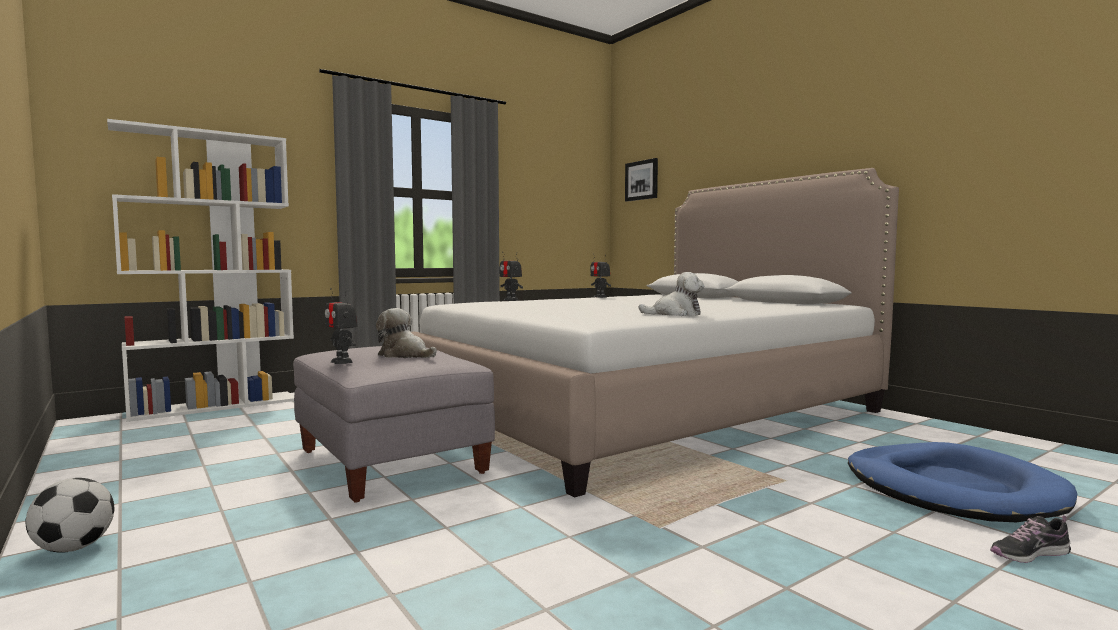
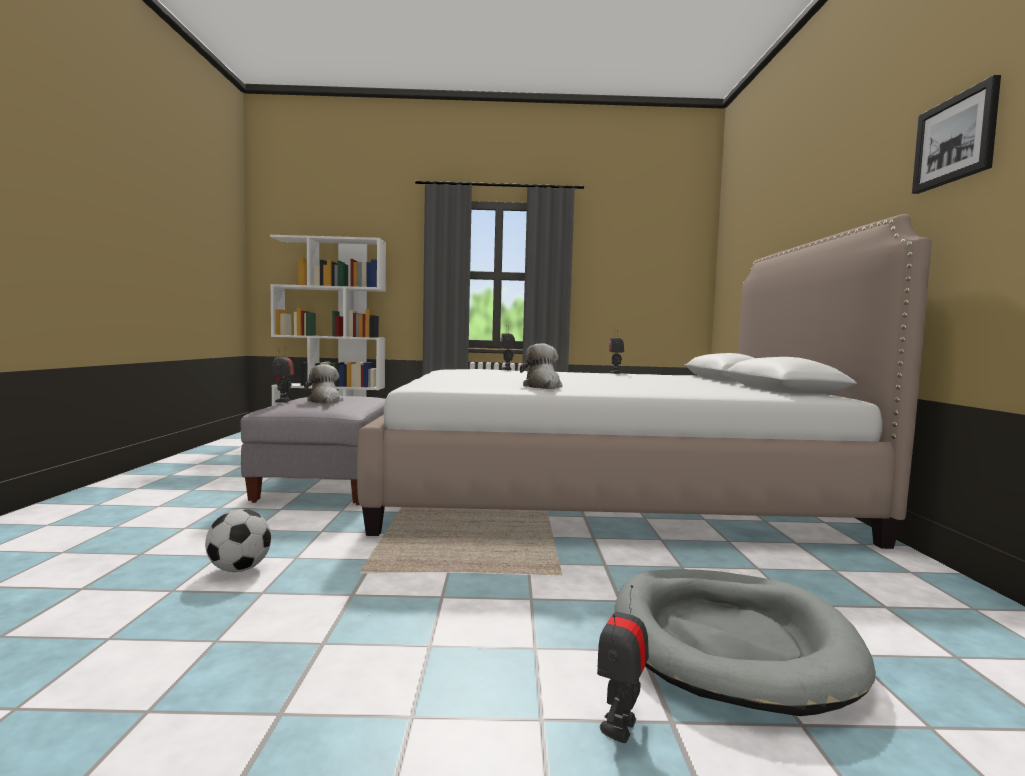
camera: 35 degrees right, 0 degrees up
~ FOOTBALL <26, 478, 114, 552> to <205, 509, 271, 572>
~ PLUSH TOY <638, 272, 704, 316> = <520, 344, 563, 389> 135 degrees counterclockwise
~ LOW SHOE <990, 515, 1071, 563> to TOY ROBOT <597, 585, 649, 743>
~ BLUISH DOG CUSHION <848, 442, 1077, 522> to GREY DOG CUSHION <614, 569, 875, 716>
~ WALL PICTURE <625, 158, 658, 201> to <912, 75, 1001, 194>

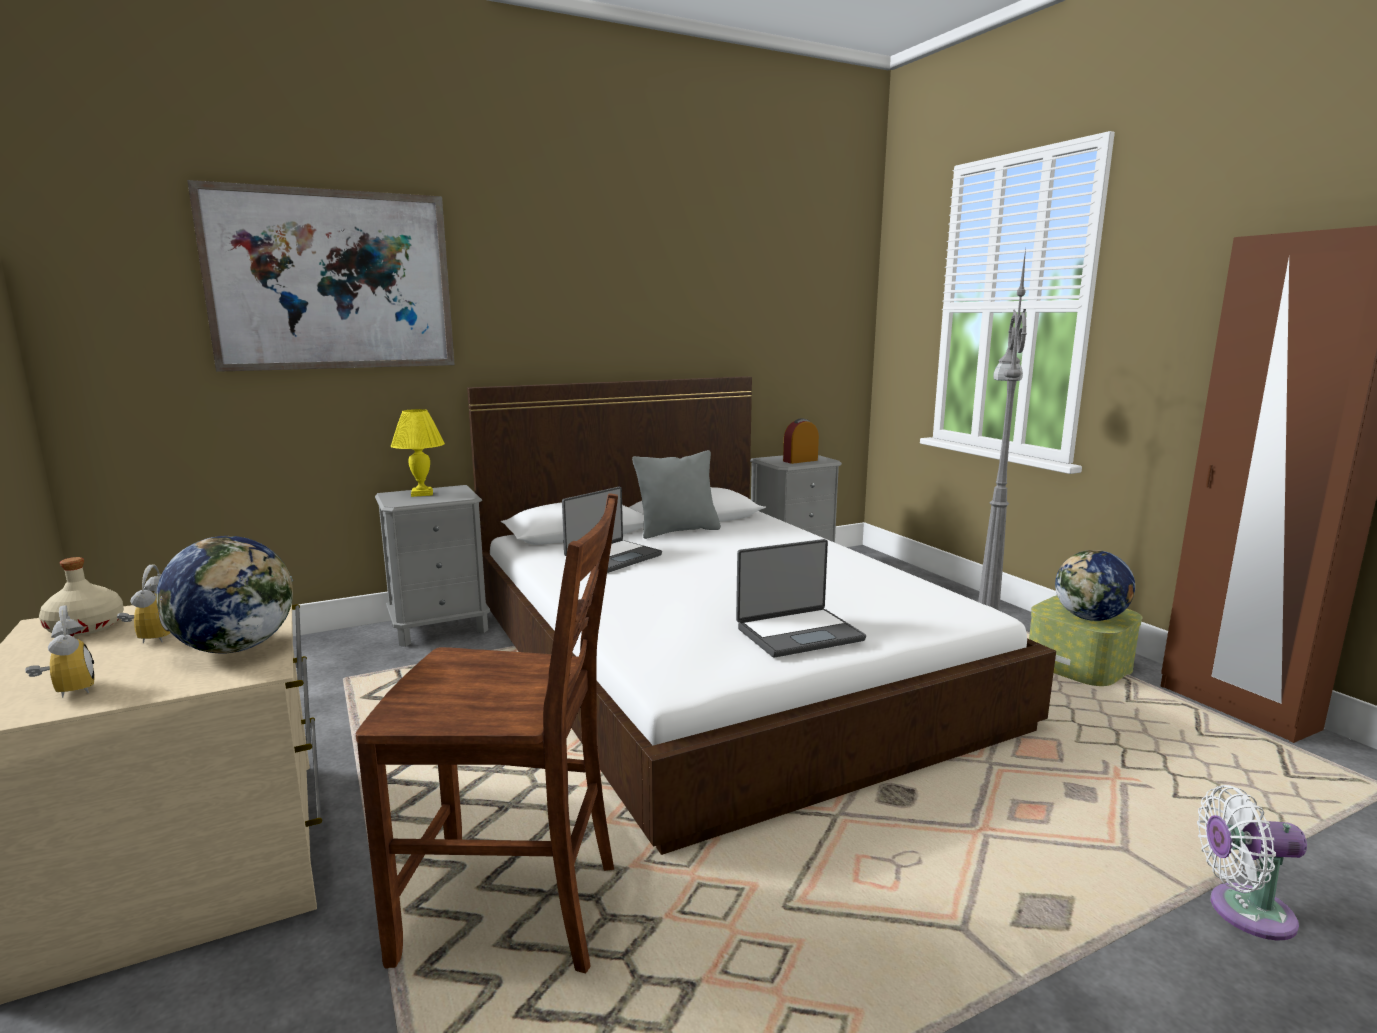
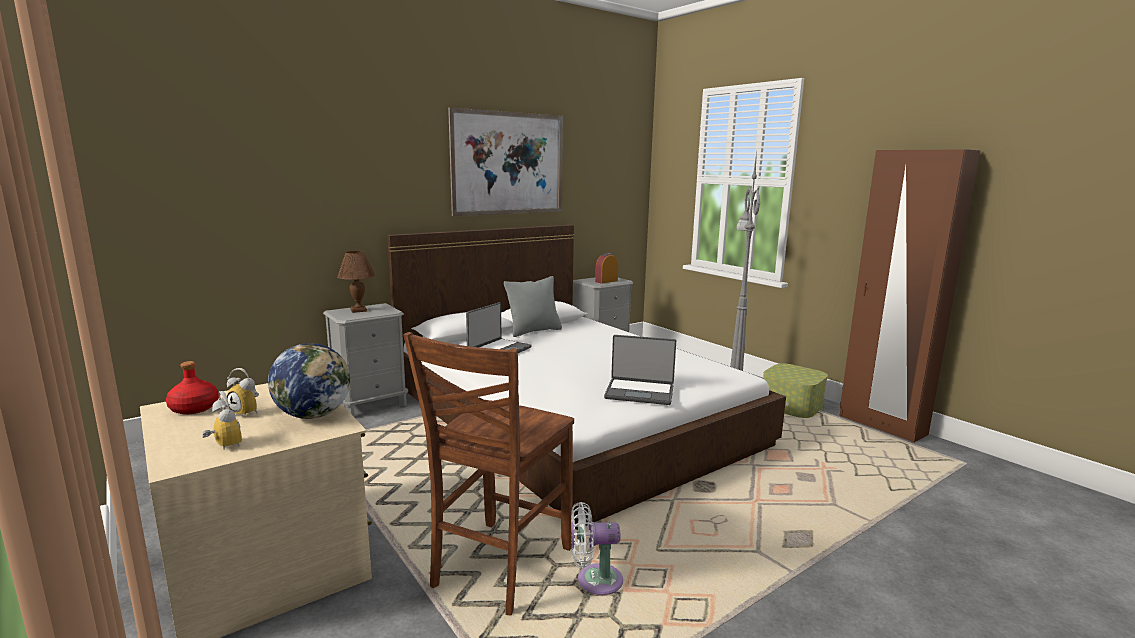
camera: 10 degrees left, 0 degrees up
~ BEIGE BEVERAGE BOTTLE <39, 557, 124, 636> to REDDISH BEVERAGE BOTTLE <166, 361, 219, 414>
~ BEDSIDE CLOCK <117, 565, 171, 643> = <227, 368, 259, 417> 135 degrees clockwise
~ YELLOW-COLOURED LAMP FOR A TABLE <391, 409, 445, 497> to BROWN-COLOURED LAMP FOR A TABLE <337, 251, 375, 313>
~ BROWN-COLOURED PLAIN CHAIR <356, 493, 618, 974> = <403, 332, 574, 616> 120 degrees clockwise
~ WALL PICTURE <187, 180, 455, 372> to <448, 108, 563, 216>
~ WHITISH COOLING FAN <1197, 785, 1307, 940> to <571, 502, 623, 595>
~ LAPTOP <736, 539, 866, 657> = <604, 335, 676, 405> 45 degrees clockwise
- WORLD GLOBE <1055, 550, 1135, 621>

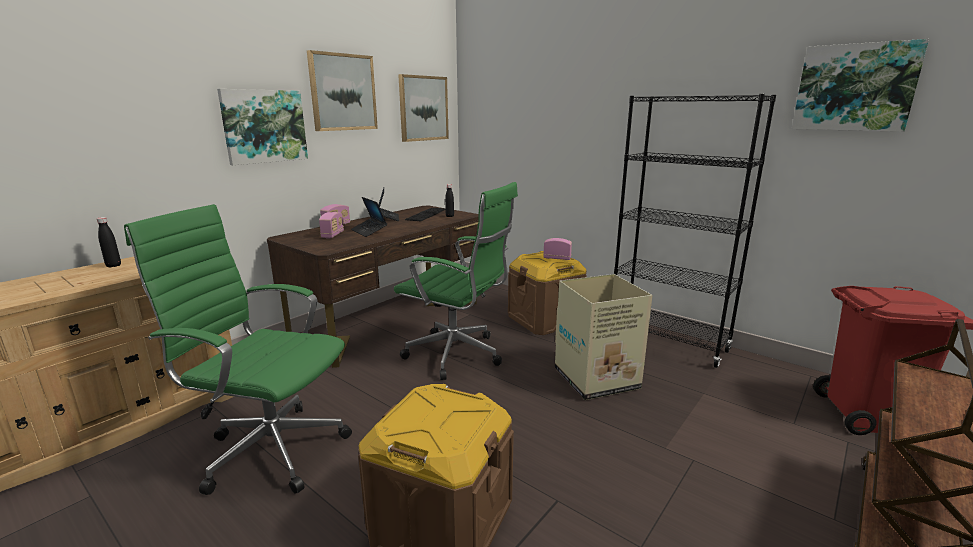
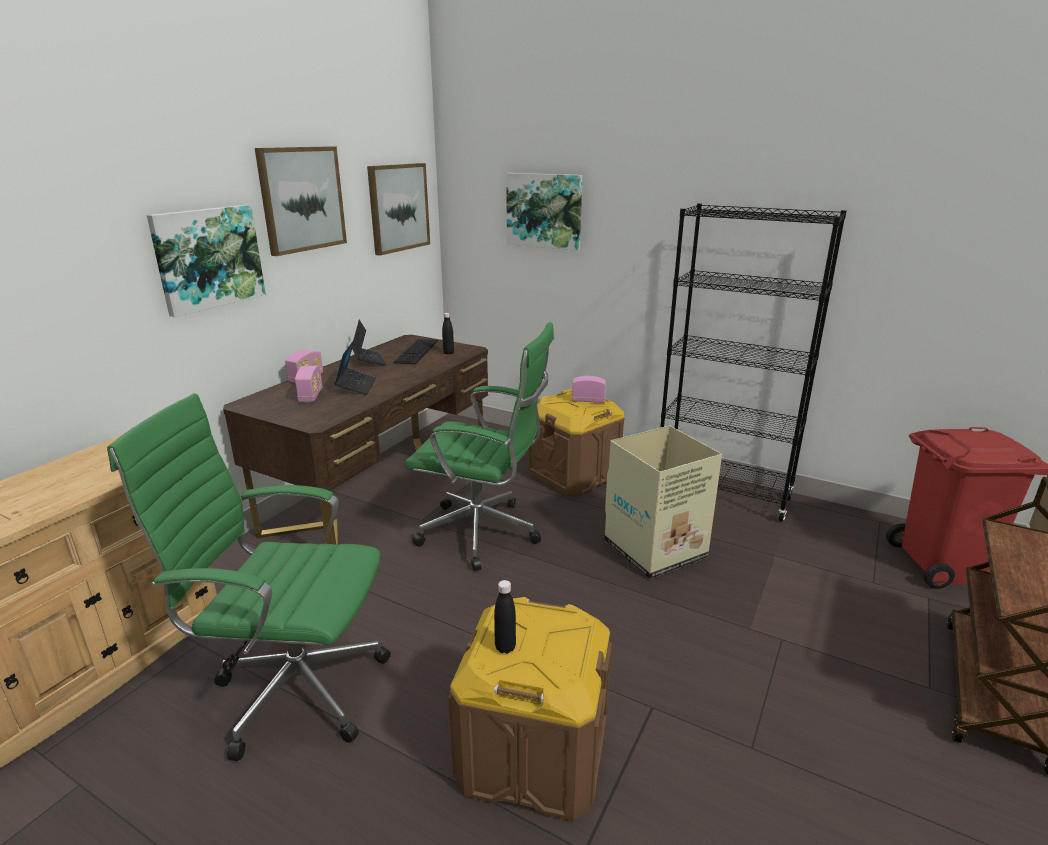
camera: 10 degrees left, 5 degrees up
~ LAPTOP <351, 197, 387, 237> = <334, 340, 376, 395> 135 degrees counterclockwise
~ BLACKISH BEVERAGE BOTTLE <97, 217, 121, 267> to <494, 580, 516, 654>
~ WALL PICTURE <792, 39, 929, 132> to <506, 173, 582, 250>

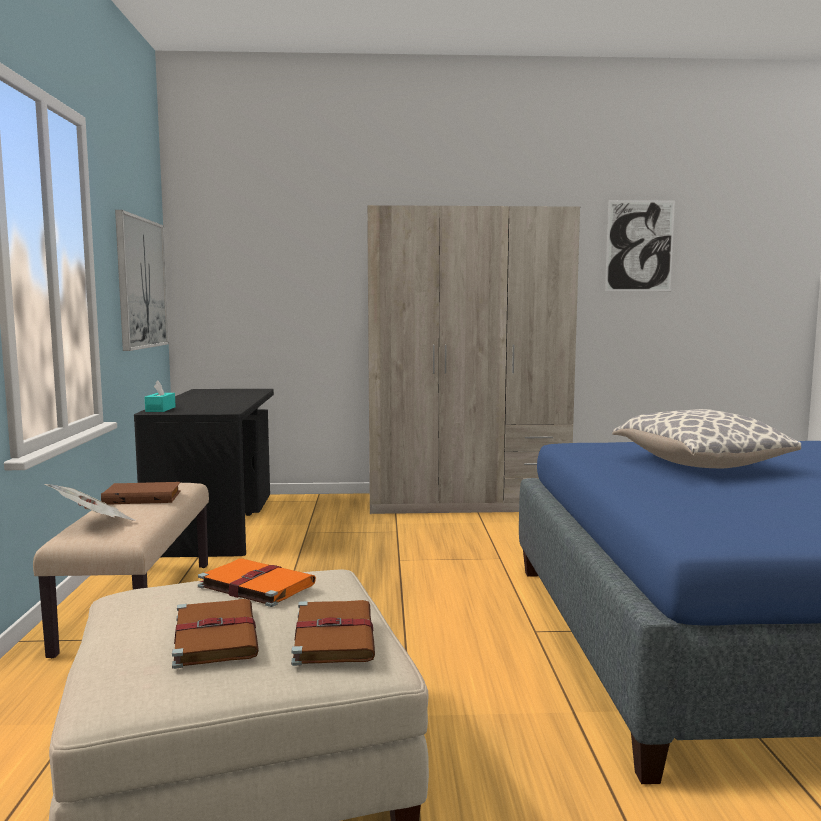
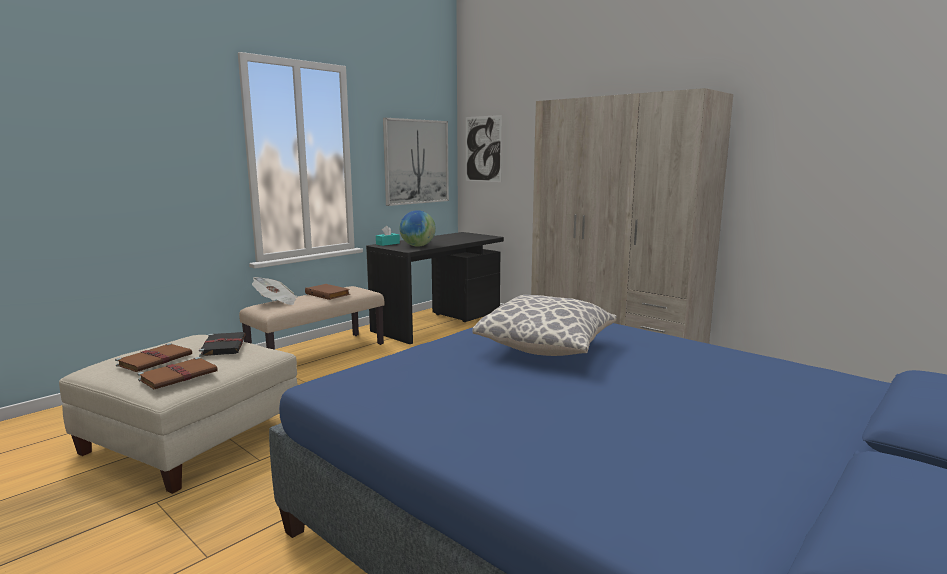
camera: 45 degrees right, 5 degrees up
~ ORANGE-COLOURED VOLUME <198, 559, 316, 607> to BLACKISH VOLUME <199, 332, 246, 357>
+ WORLD GLOBE <400, 210, 436, 247>
~ WALL PICTURE <605, 200, 675, 291> to <466, 115, 502, 182>

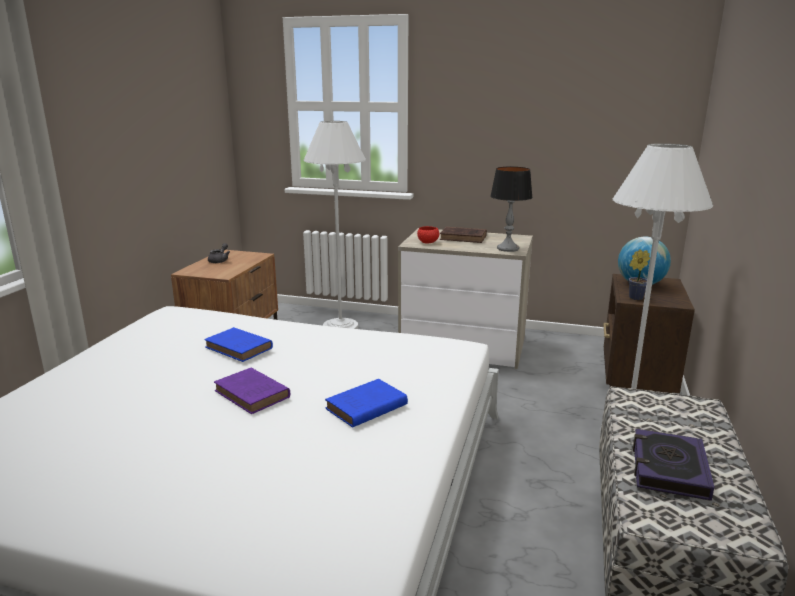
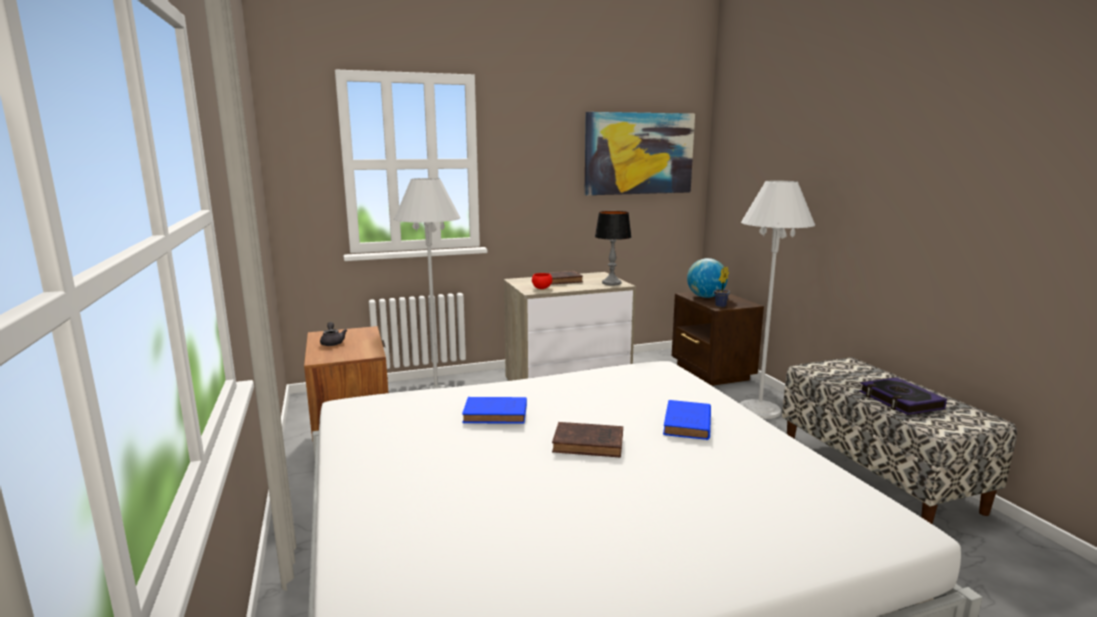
camera: 35 degrees left, 5 degrees down
~ PURPLISH VOLUME <214, 367, 290, 414> to BROWN-COLOURED VOLUME <552, 422, 623, 458>
+ WALL PICTURE <584, 112, 695, 195>

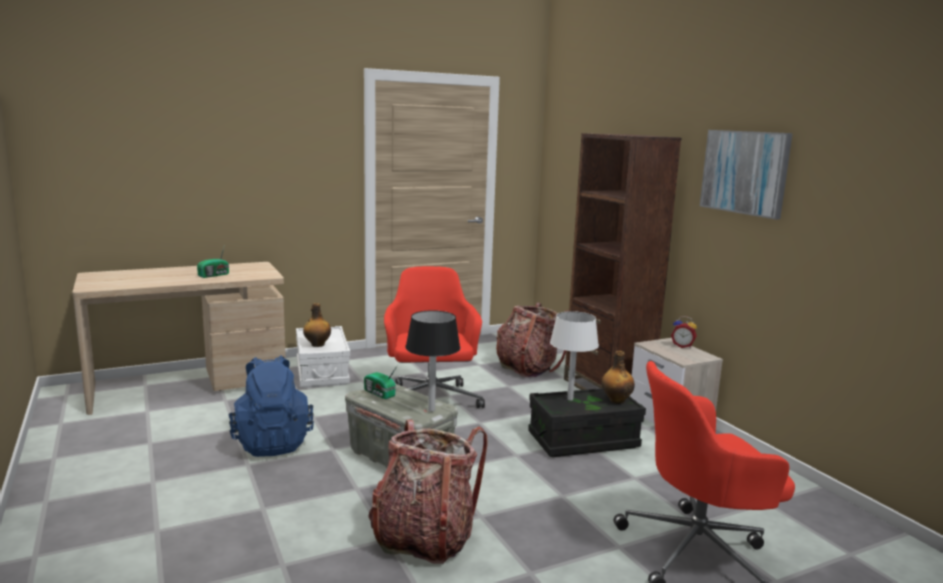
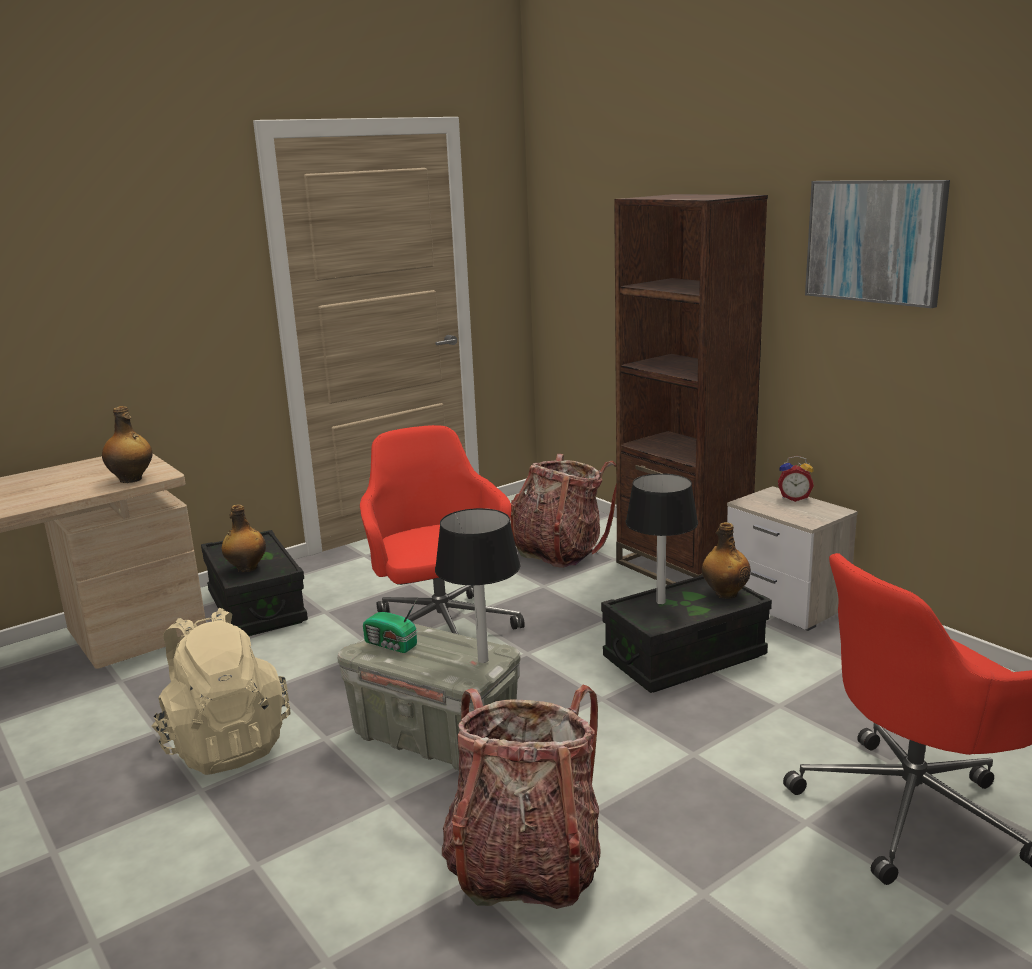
camera: 10 degrees left, 5 degrees up
+ BEVERAGE BOTTLE <102, 406, 153, 483>
~ BLUISH KNAPSACK <229, 355, 314, 457> to BEIGE KNAPSACK <152, 608, 290, 775>
~ WHITISH STORAGE CONTAINER <296, 326, 351, 388> to BLACKISH STORAGE CONTAINER <201, 530, 308, 636>
~ WHITISH LAMP FOR A TABLE <550, 311, 599, 401> to BLACKISH LAMP FOR A TABLE <626, 473, 698, 604>
- RADIO SET <197, 247, 229, 278>

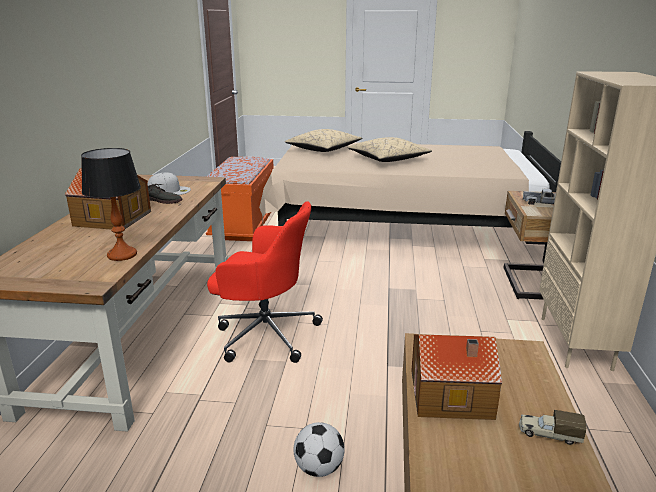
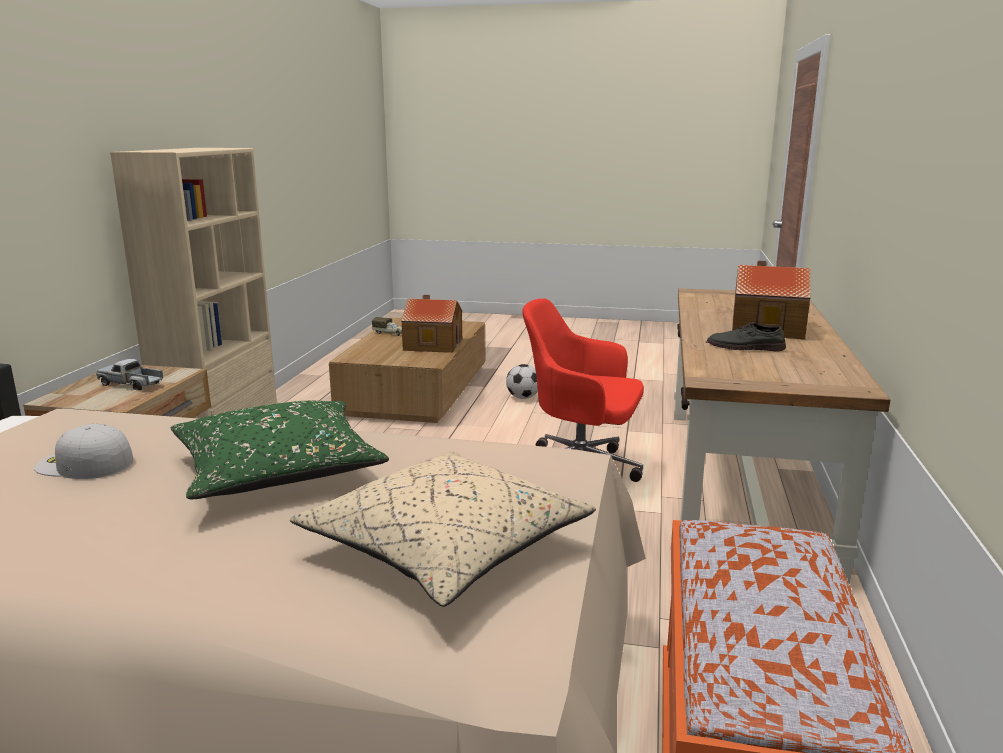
camera: 175 degrees left, 5 degrees down
~ WHITISH BASEBALL CAP <148, 172, 191, 195> to <34, 424, 134, 479>
~ BEIGE PILLOW <347, 137, 432, 162> to GREEN-COLOURED PILLOW <171, 401, 389, 499>
- LAMP FOR A TABLE <81, 148, 141, 261>

